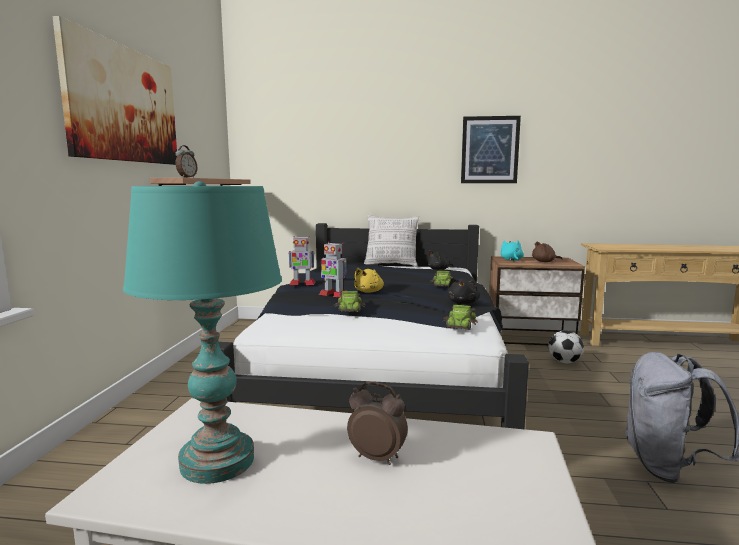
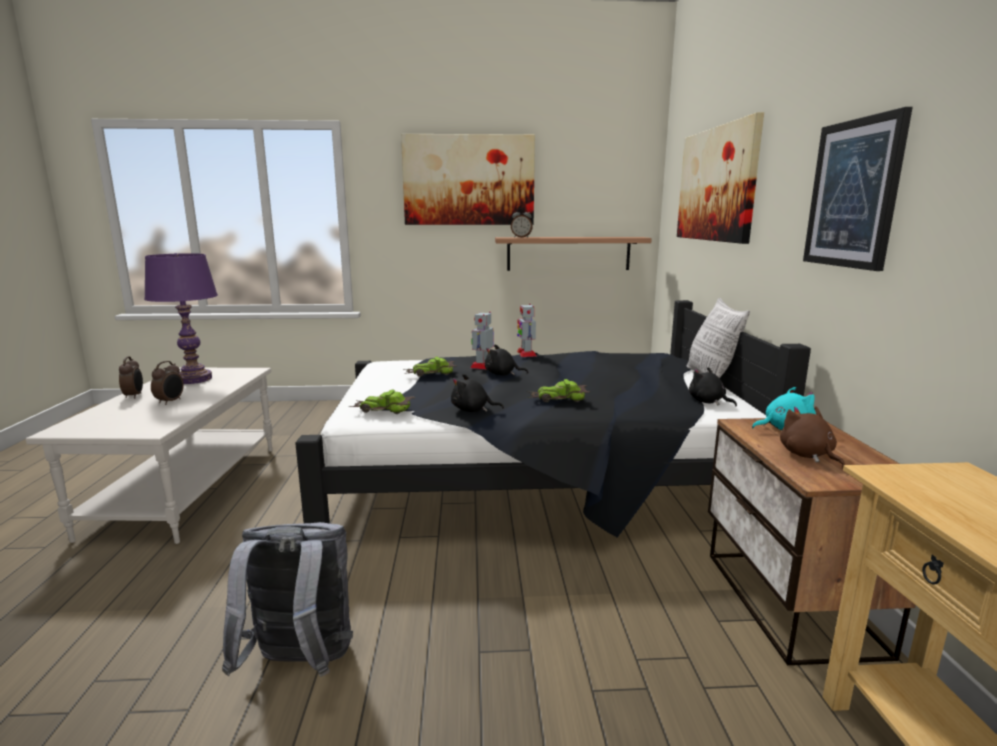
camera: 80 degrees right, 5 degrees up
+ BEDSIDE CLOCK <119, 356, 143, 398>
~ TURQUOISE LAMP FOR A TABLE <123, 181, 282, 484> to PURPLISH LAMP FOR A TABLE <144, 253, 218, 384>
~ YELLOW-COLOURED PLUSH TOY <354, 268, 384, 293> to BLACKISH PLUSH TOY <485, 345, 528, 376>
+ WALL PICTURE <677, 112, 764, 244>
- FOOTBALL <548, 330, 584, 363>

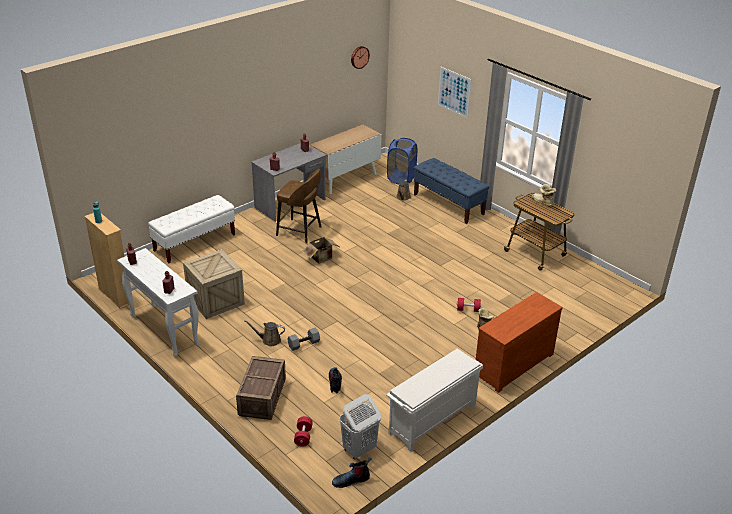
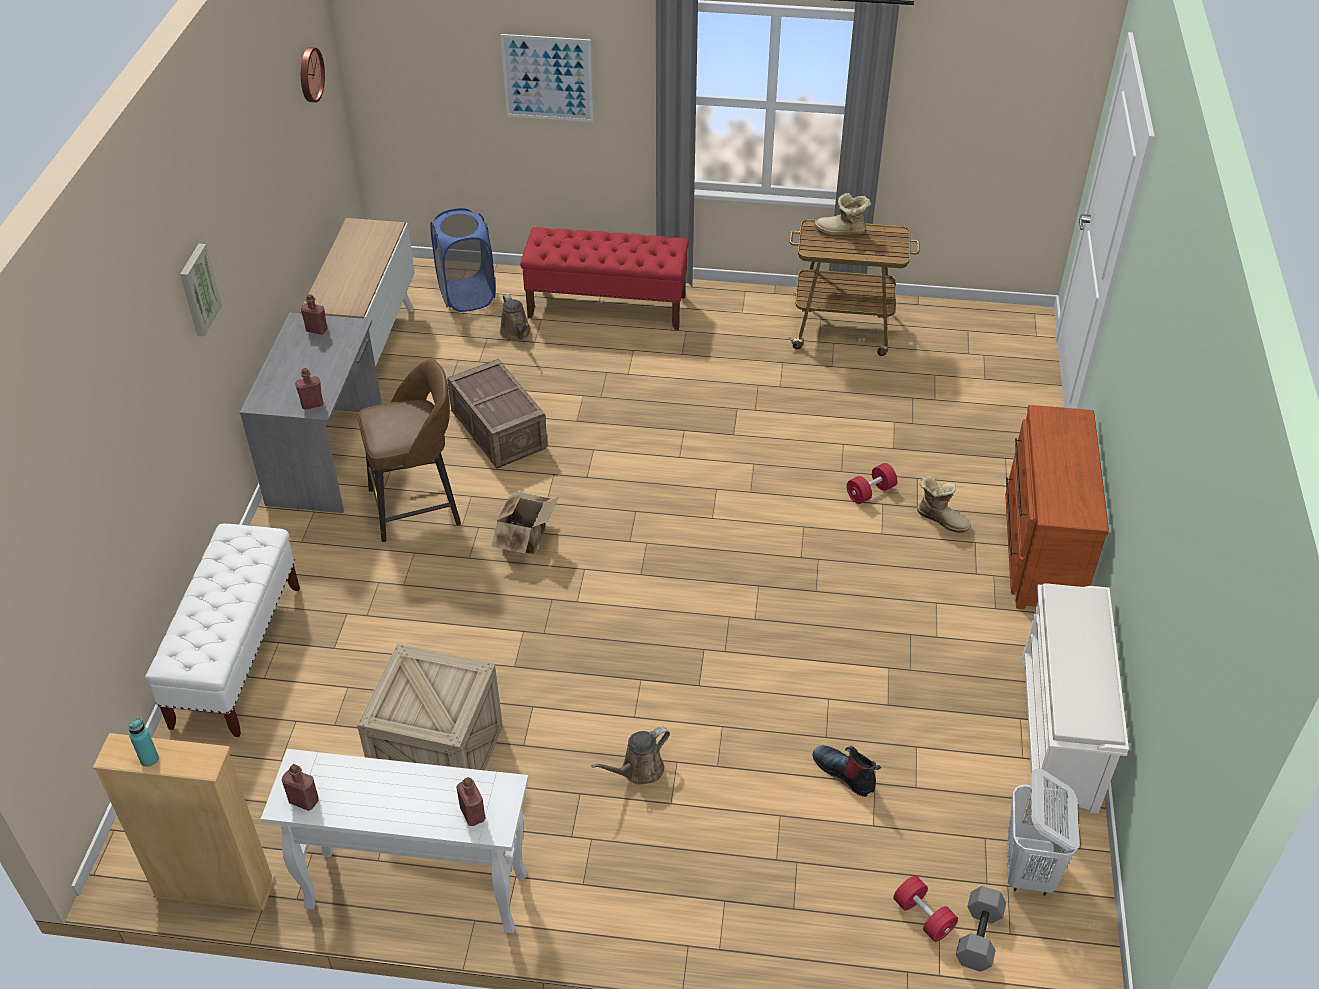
camera: 40 degrees left, 10 degrees up
+ WALL PICTURE <180, 244, 222, 336>
~ PACKING CRATE <236, 356, 286, 420> to <447, 359, 548, 469>
~ BLUISH LONG SEAT <414, 158, 489, 224> to REDDISH LONG SEAT <520, 227, 689, 330>
~ GREY FREE WEIGHT <287, 328, 320, 351> to <956, 886, 1006, 972>
- BOOT <332, 458, 372, 488>

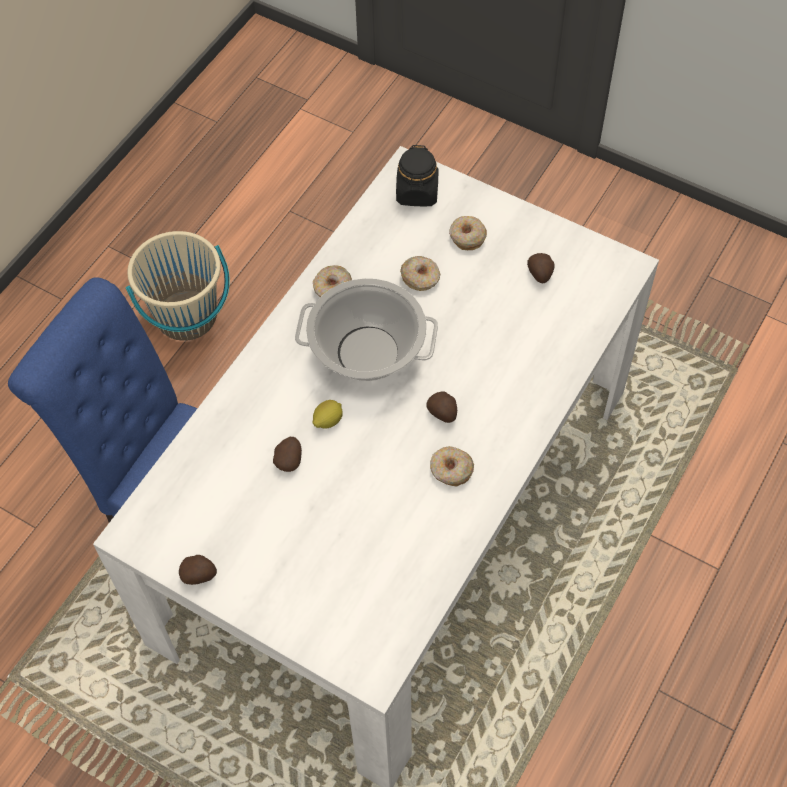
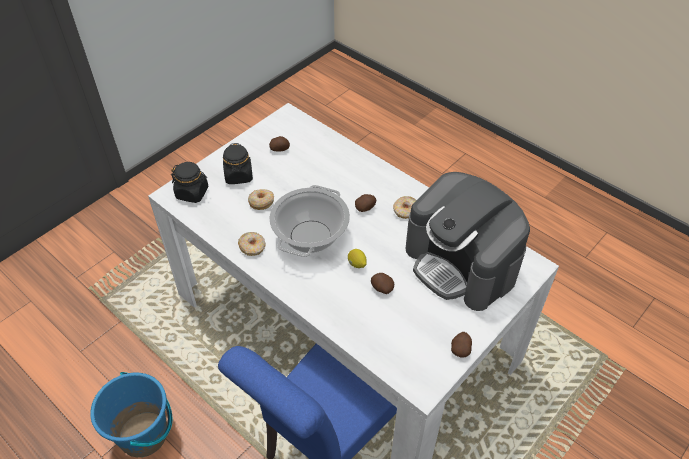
camera: 80 degrees left, 10 degrees down
~ BEIGE BUCKET <125, 231, 230, 341> to BLUISH BUCKET <90, 372, 172, 457>
~ DOUGHNUT <449, 216, 487, 250> to BLACKISH STORAGE JAR <223, 143, 253, 184>
+ COFFEE MAKER <405, 172, 530, 311>

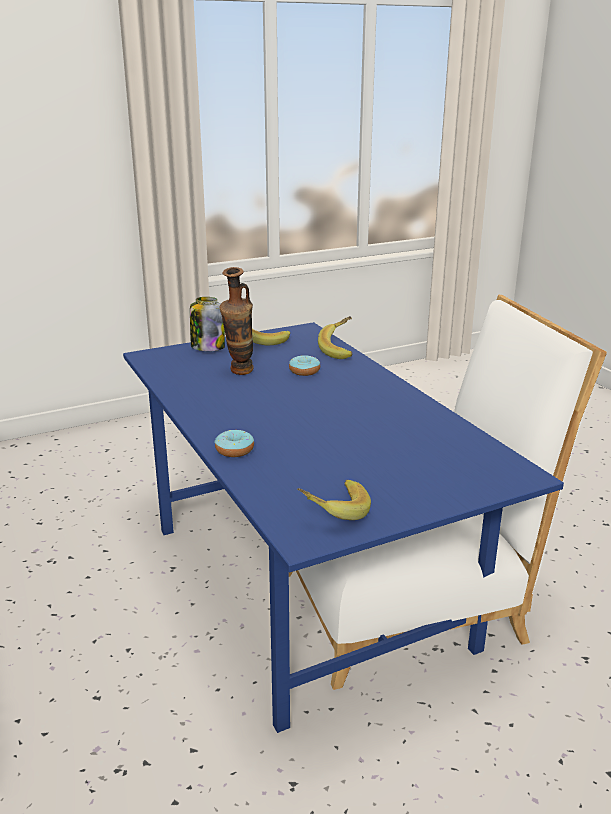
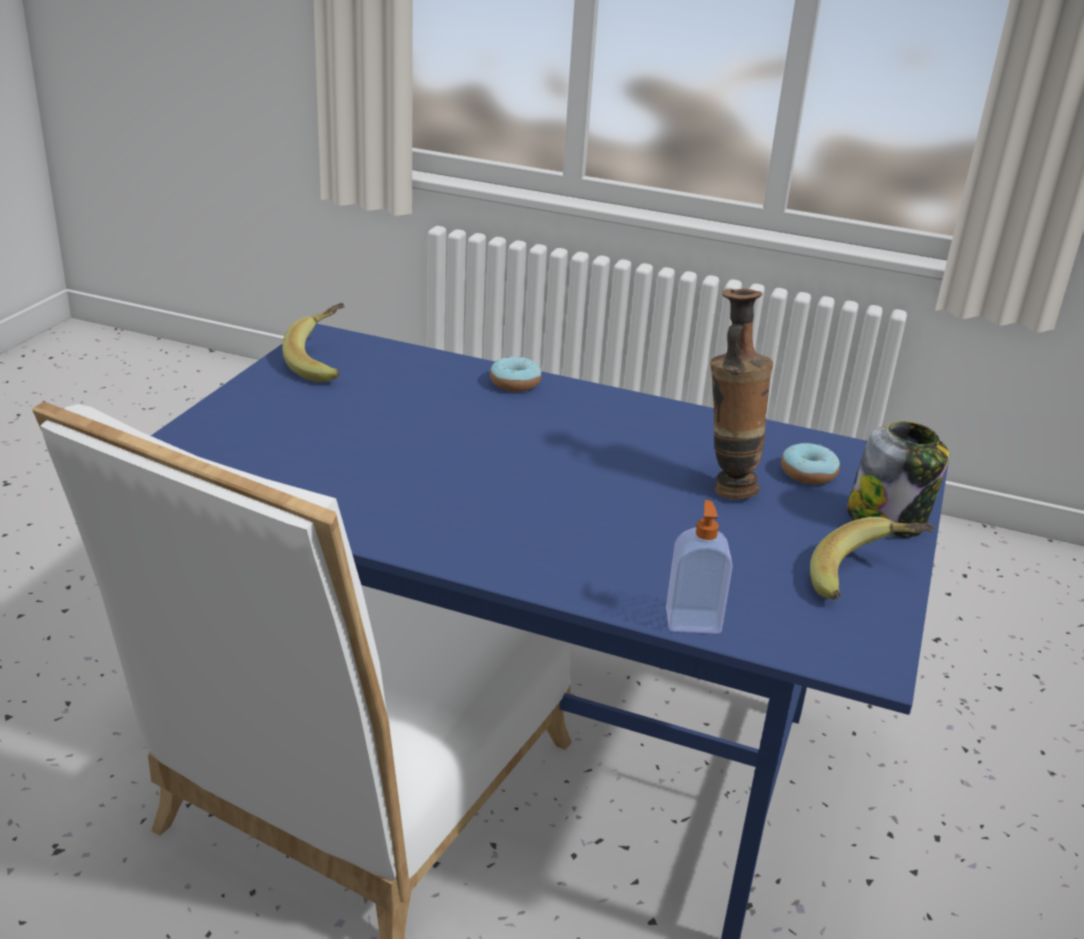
camera: 135 degrees right, 5 degrees up
~ WHOLE BANANA <318, 316, 353, 359> to SOAP BOTTLE <666, 500, 733, 634>
~ DOUGHNUT <289, 355, 320, 376> to <781, 442, 840, 485>

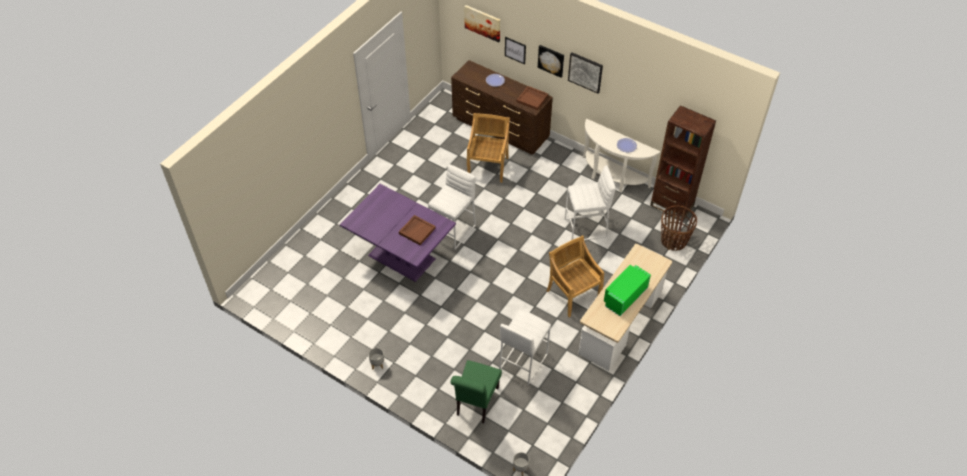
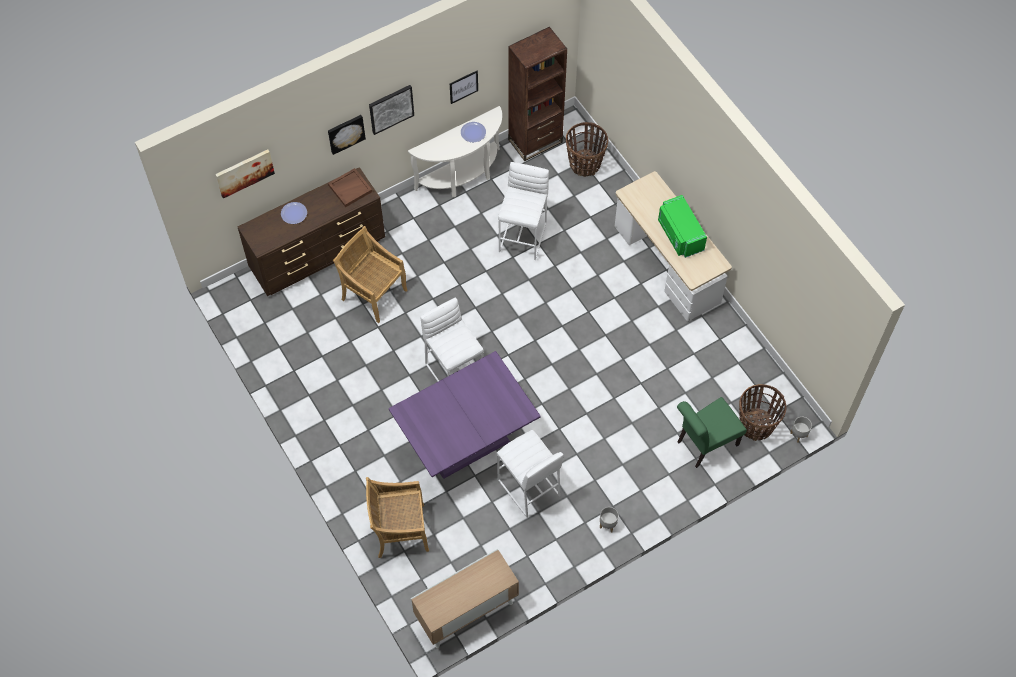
camera: 65 degrees left, 10 degrees up
~ BEIGE PLAIN CHAIR <547, 235, 604, 317> to <366, 477, 429, 558>
+ STORAGE CABINET <411, 549, 519, 648>
~ WALL PICTURE <505, 37, 526, 64> to <450, 71, 478, 104>
~ WHITISH STOOL <499, 309, 551, 385> to <497, 430, 564, 518>
~ GREEN-COLOURED PLAIN CHAIR <450, 360, 502, 423> = <677, 397, 747, 468> 105 degrees clockwise
+ BASKET <739, 384, 786, 441>
- BROWN-COLOURED CARRYING TRAY <399, 215, 436, 245>

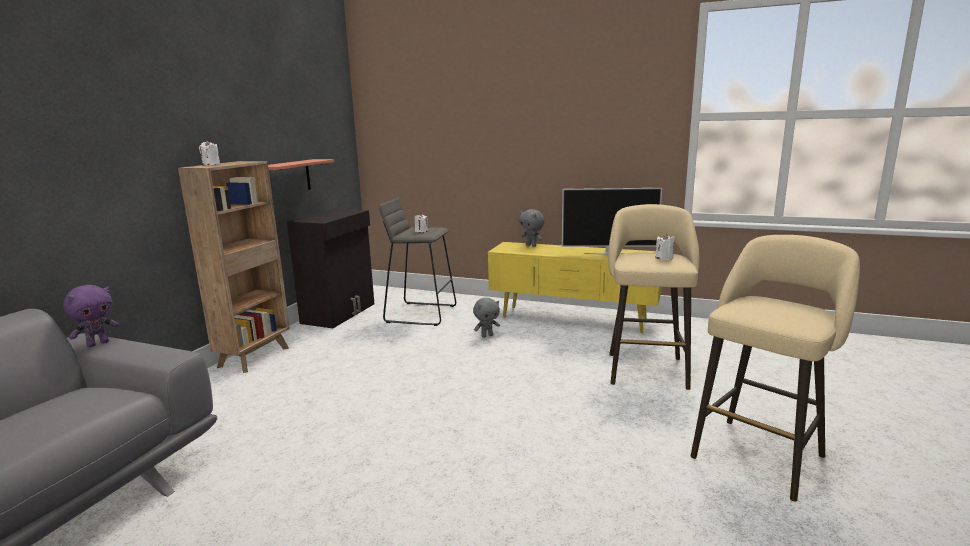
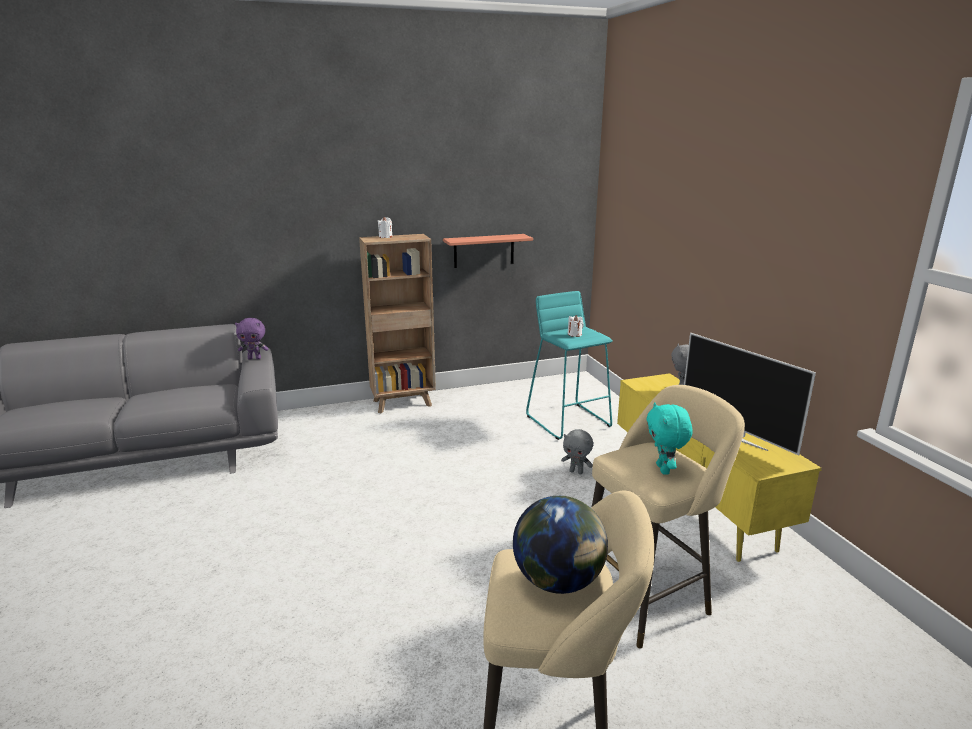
camera: 50 degrees right, 5 degrees up
+ WORLD GLOBE <513, 496, 608, 594>
~ GREY STOOL <379, 198, 456, 326> to TURQUOISE STOOL <526, 291, 613, 440>
~ WHITISH WAX LIGHT <656, 234, 675, 260> to TURQUOISE PLUSH TOY <646, 402, 693, 474>
- BLACKISH STORAGE CABINET <287, 209, 374, 328>

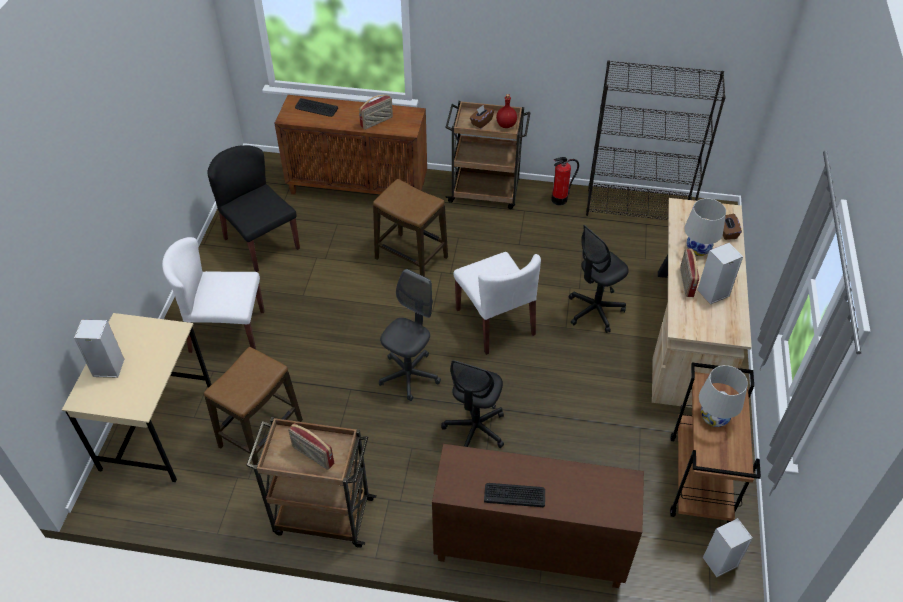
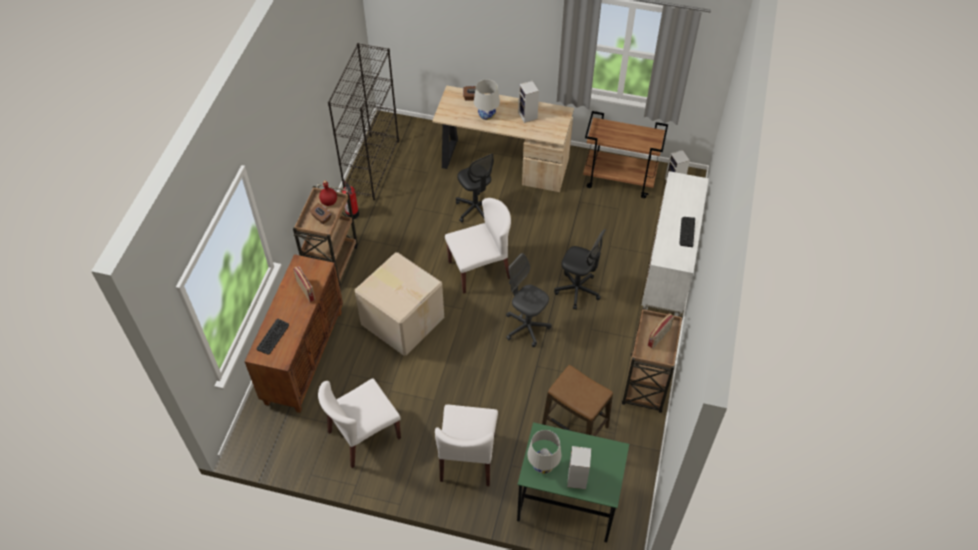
camera: 85 degrees left, 5 degrees up
~ BLACKISH PLAIN CHAIR <207, 145, 300, 272> to WHITISH PLAIN CHAIR <318, 378, 401, 468>
~ STOOL <373, 179, 448, 277> to PACKING BOX <355, 252, 444, 356>
~ BEIGE DESK TABLE <62, 313, 212, 482> to GREEN-COLOURED DESK TABLE <517, 422, 629, 542>
~ WHITISH LAMP FOR A TABLE <699, 365, 748, 427> to <527, 430, 561, 474>
~ BROWN-COLOURED STORAGE CABINET <432, 444, 644, 588> to WHITISH STORAGE CABINET <642, 171, 709, 316>
- RADIO SET <680, 249, 699, 297>

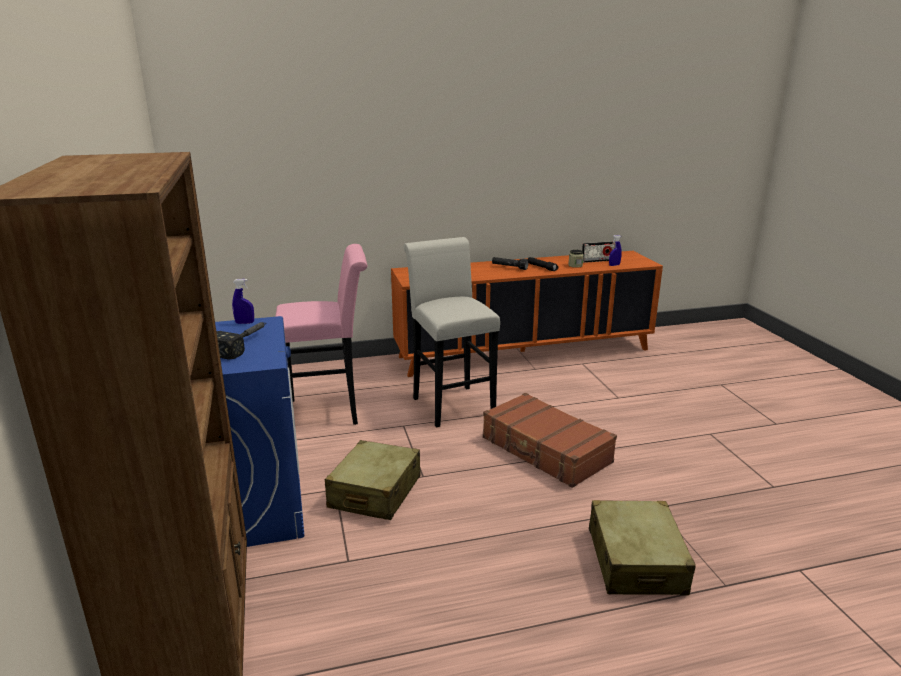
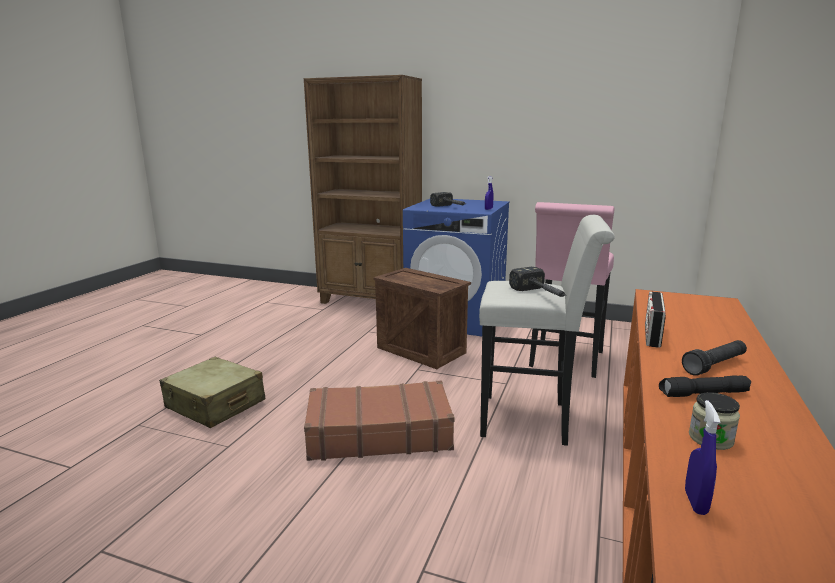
camera: 125 degrees right, 5 degrees down
~ BEIGE PIECE OF LUGGAGE <325, 440, 421, 520> to PACKING CRATE <373, 268, 471, 369>
+ HAMMER <509, 267, 567, 297>
~ RADIO SET <582, 241, 615, 263> to <645, 292, 666, 348>

